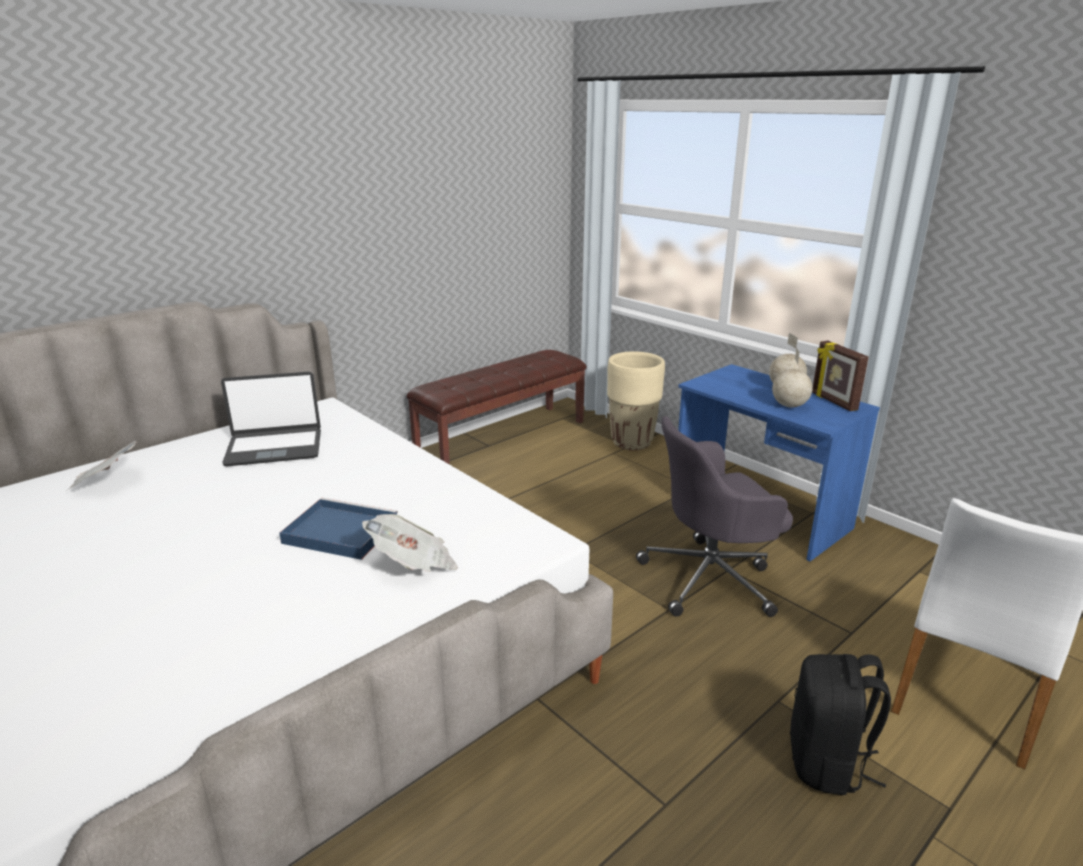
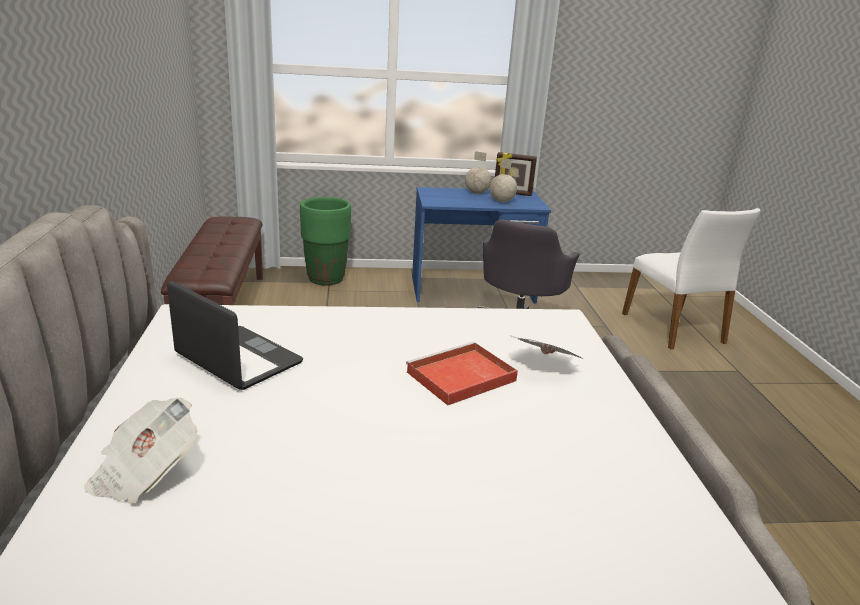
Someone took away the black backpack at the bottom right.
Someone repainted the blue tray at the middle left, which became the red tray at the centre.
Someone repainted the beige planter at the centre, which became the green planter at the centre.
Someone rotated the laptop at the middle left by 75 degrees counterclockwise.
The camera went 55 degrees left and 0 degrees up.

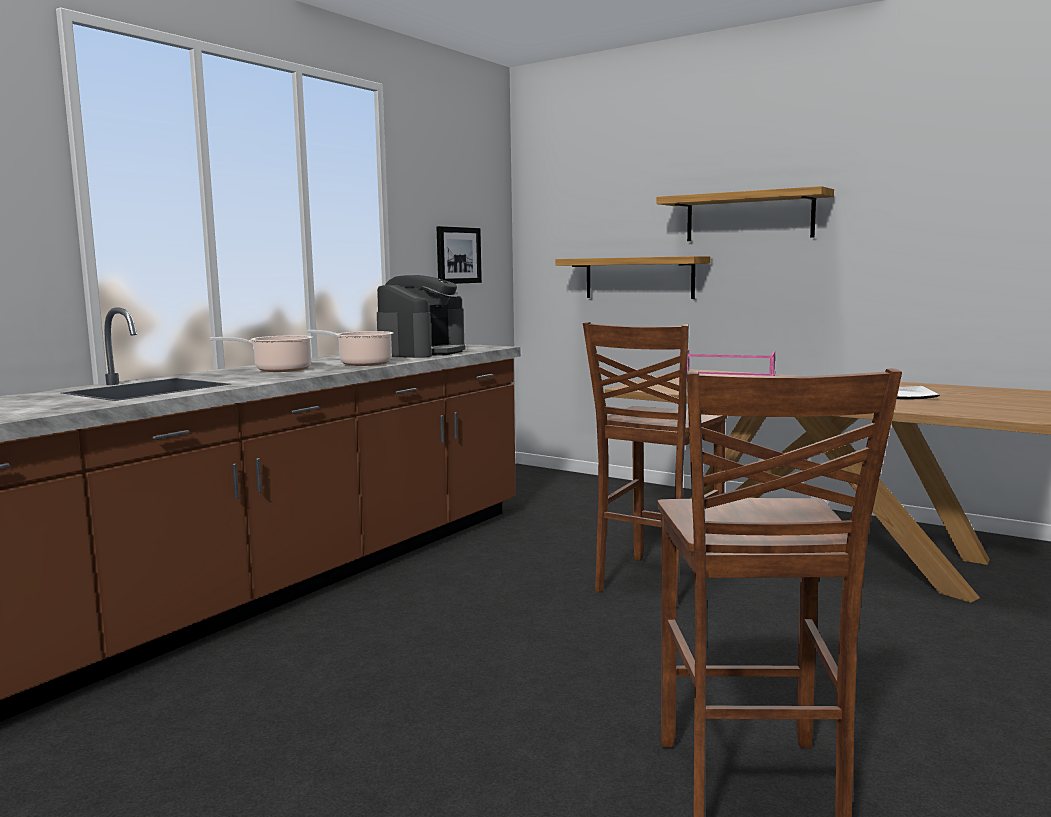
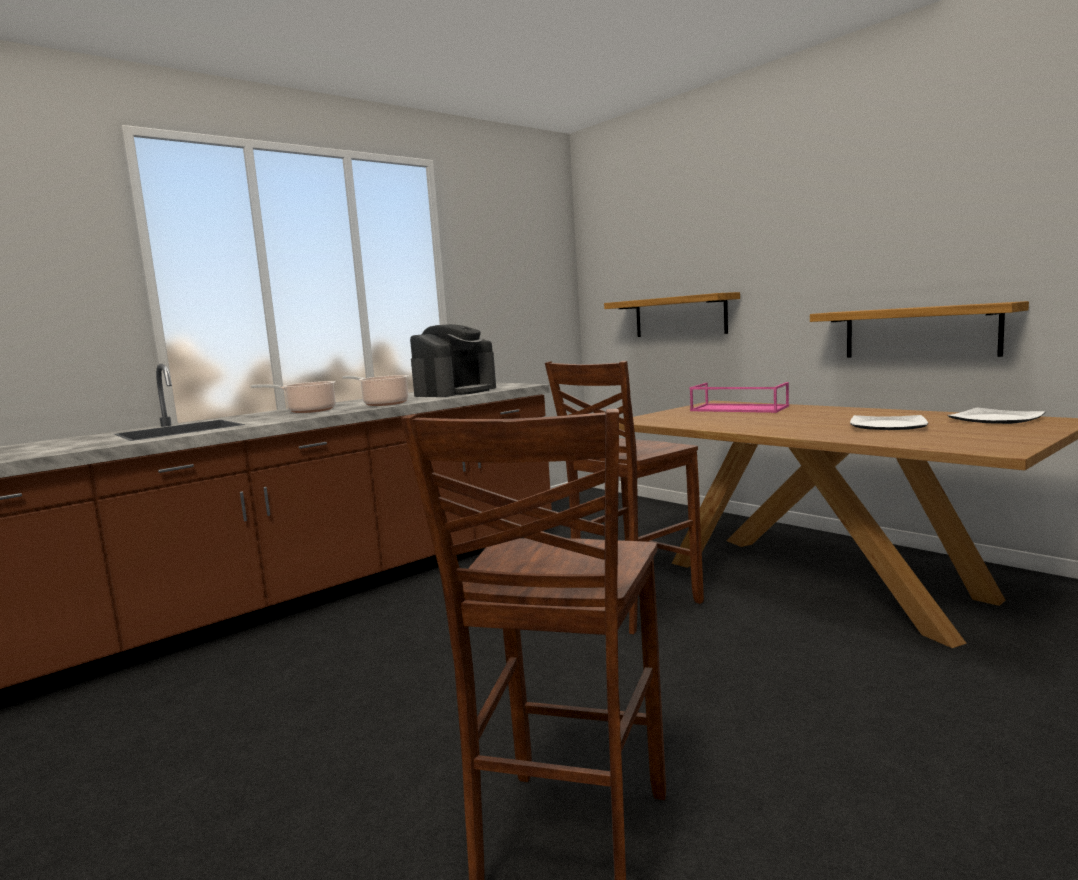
Someone took away the picture at the top centre.
Someone put down the plate (2nd from left) at the middle right.
Someone carried the shelf (2nd from left) from the top right to the middle right.
The camera went 15 degrees right and 0 degrees up.

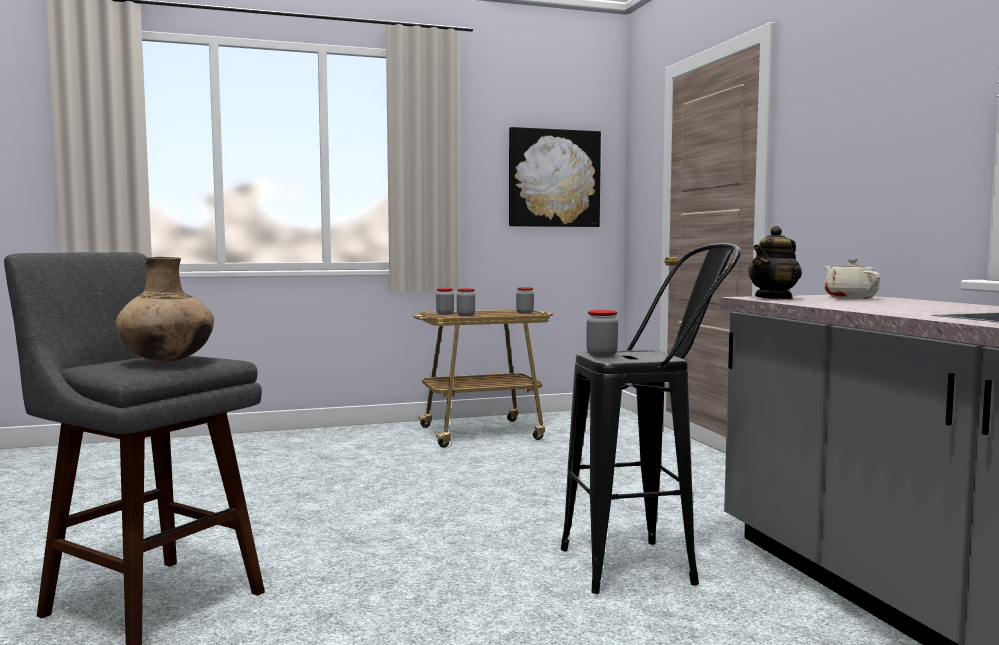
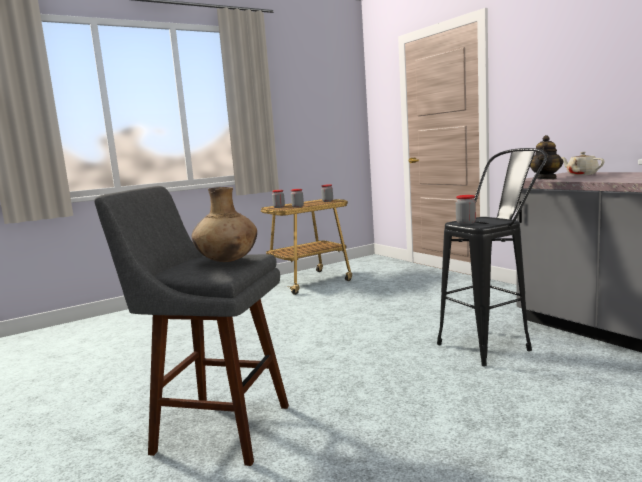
Someone took away the picture at the top centre.
The camera went 15 degrees left and 5 degrees up.

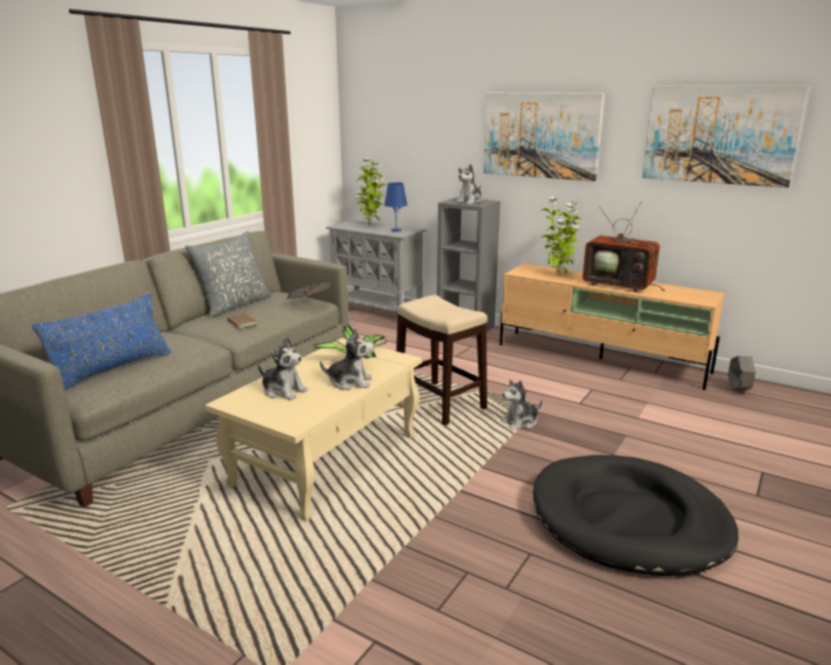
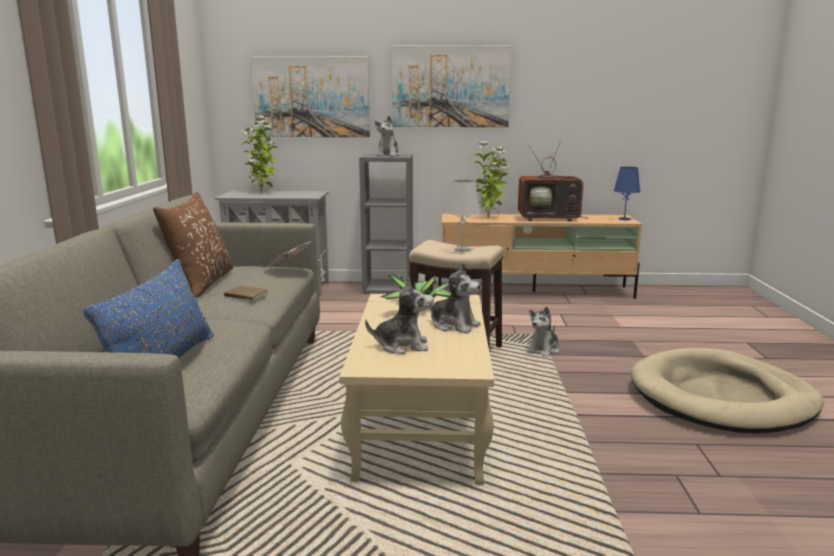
Someone took away the grey planter at the middle right.
Someone put down the white table lamp at the centre.
Someone carried the blue table lamp from the top centre to the middle right.
Someone carried the picture (2nd from left in the first image) from the top right to the top centre.
Someone repainted the grey pillow at the middle left, which became the brown pillow at the middle left.
Someone repainted the black dog bed at the bottom right, which became the beige dog bed at the bottom right.
Someone rotated the plush toy (2nd from left in the first image) at the centre by 60 degrees clockwise.
The camera went 30 degrees left and 5 degrees down.

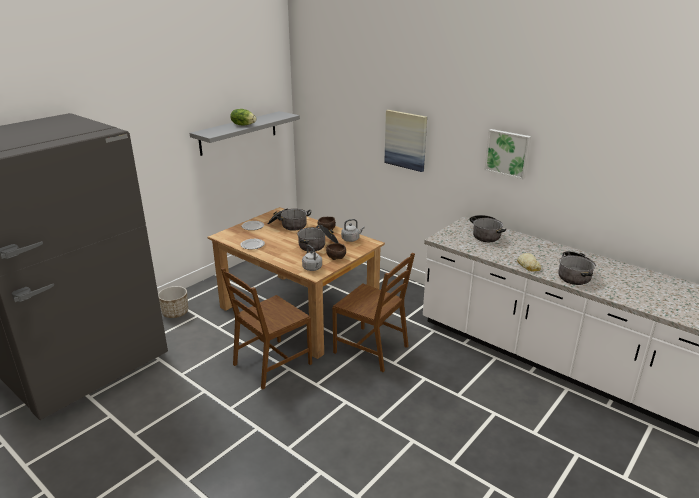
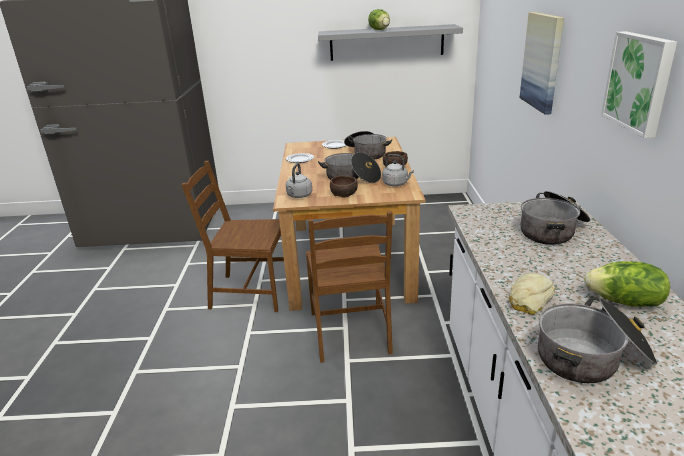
Someone took away the planter at the middle left.
Someone put down the lettuce (2nd from left) at the middle right.
The camera went 50 degrees right and 0 degrees up.

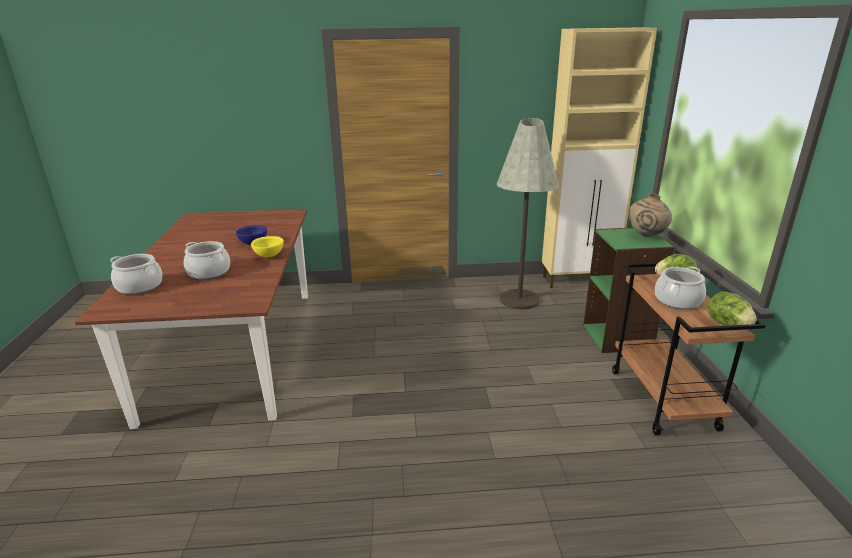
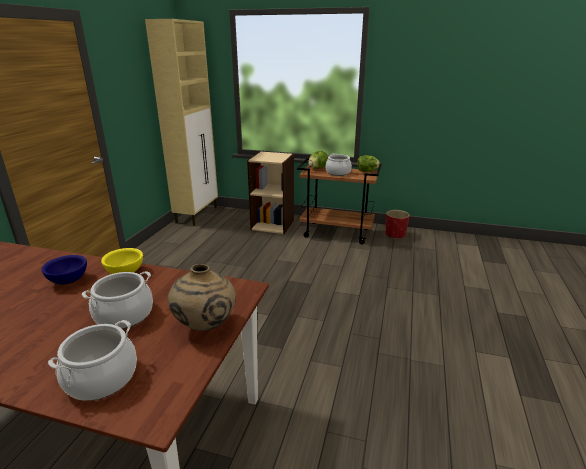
Someone took away the grey floor lamp at the centre.
Someone put down the red planter at the middle right.
Someone carried the beige vase from the middle right to the centre.
Someone repainted the green bookcase at the middle right, which became the beige bookcase at the centre.
The camera went 70 degrees left and 0 degrees up.

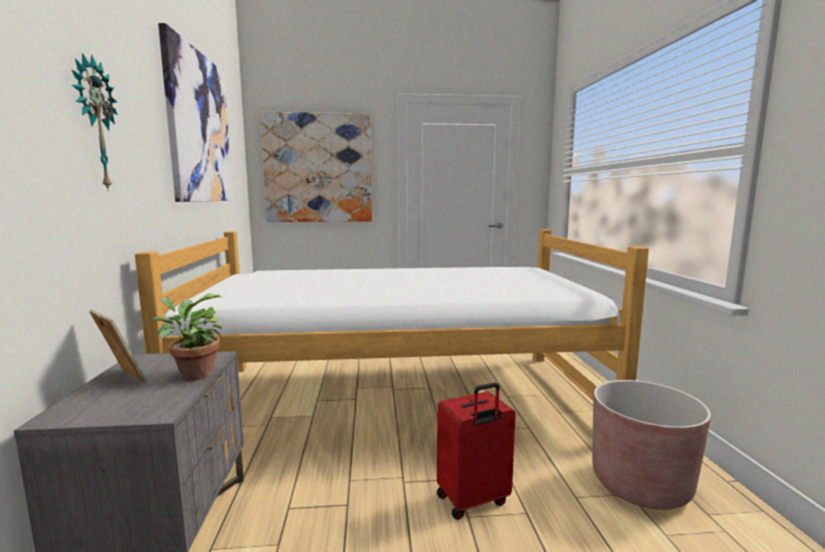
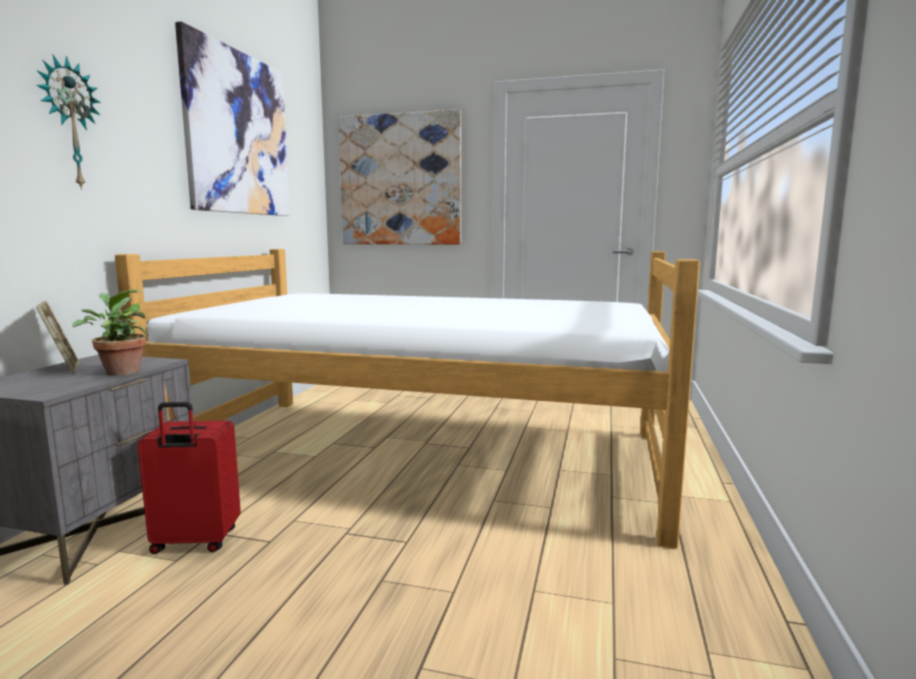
Someone took away the brown planter at the bottom right.
Someone carried the red suitcase from the bottom centre to the bottom left.
The camera went 20 degrees right and 0 degrees up.

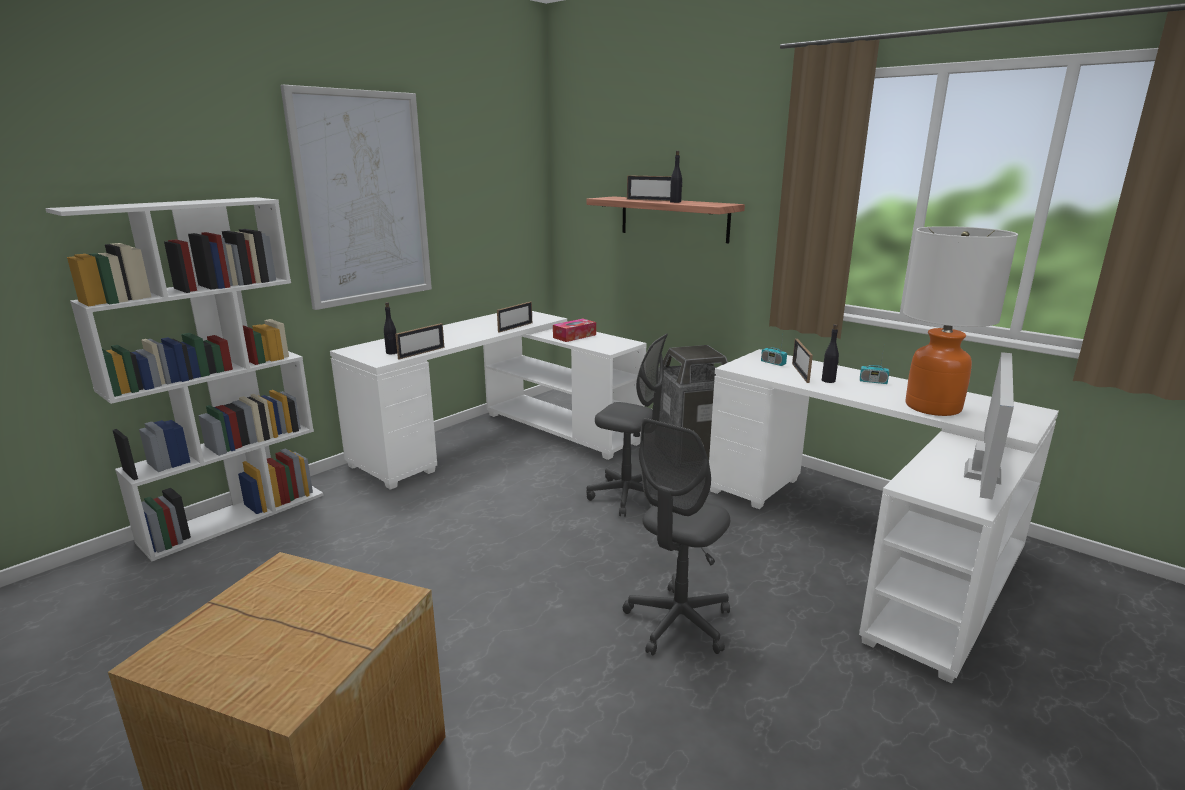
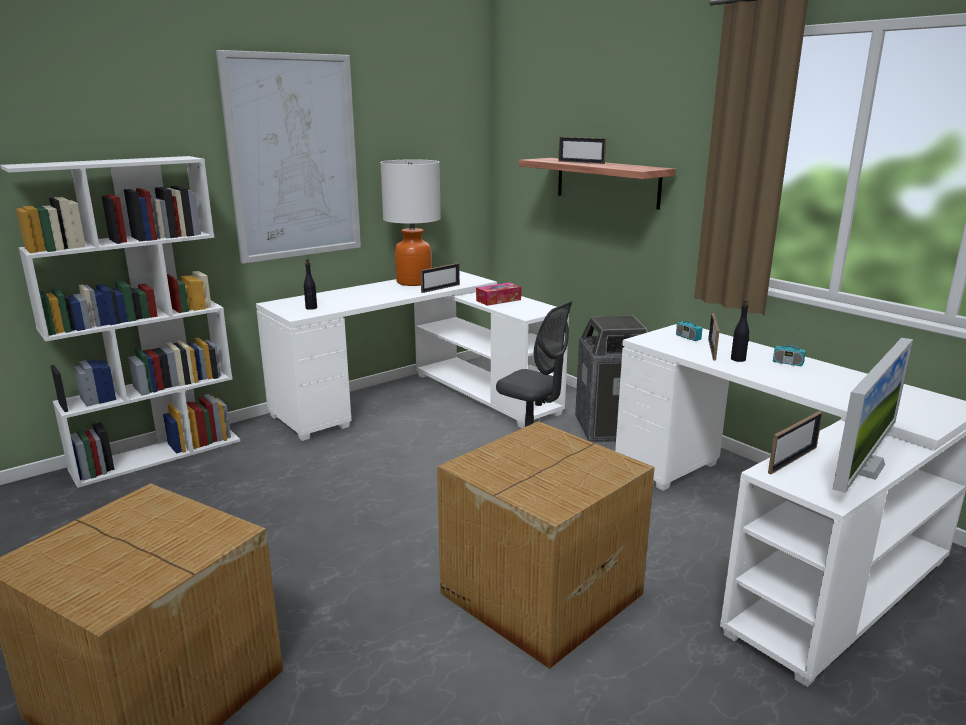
Someone took away the black bottle (2nd from left) at the top centre.
Someone carried the picture frame (1st from left in the first image) from the centre to the middle right.
Someone carried the table lamp from the middle right to the top centre.
Someone swapped the grey office chair (2nd from left) at the bottom centre for the cardboard box (2nd from left) at the bottom centre.
The camera went 10 degrees right and 0 degrees up.

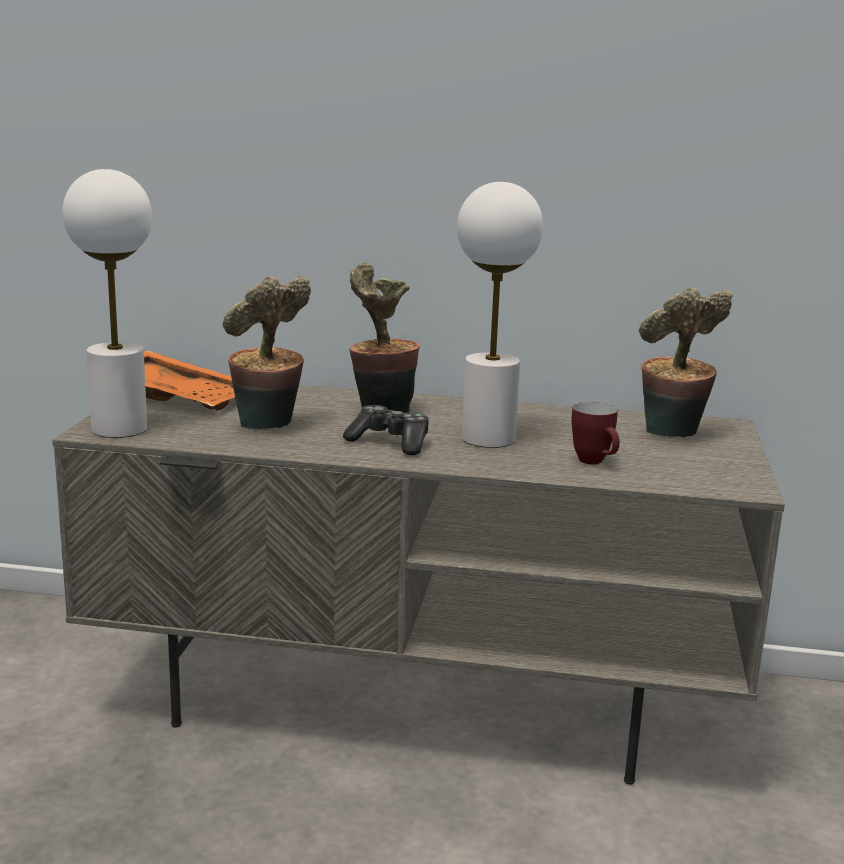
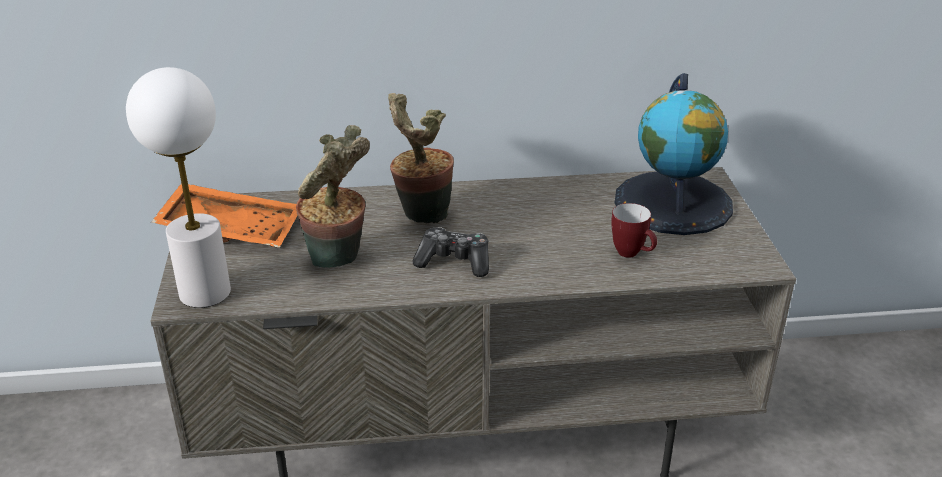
Someone took away the white table lamp (2nd from left) at the centre.
Someone swapped the potted plant (3rd from left) at the middle right for the globe at the top right.
The camera went 15 degrees left and 15 degrees up.

